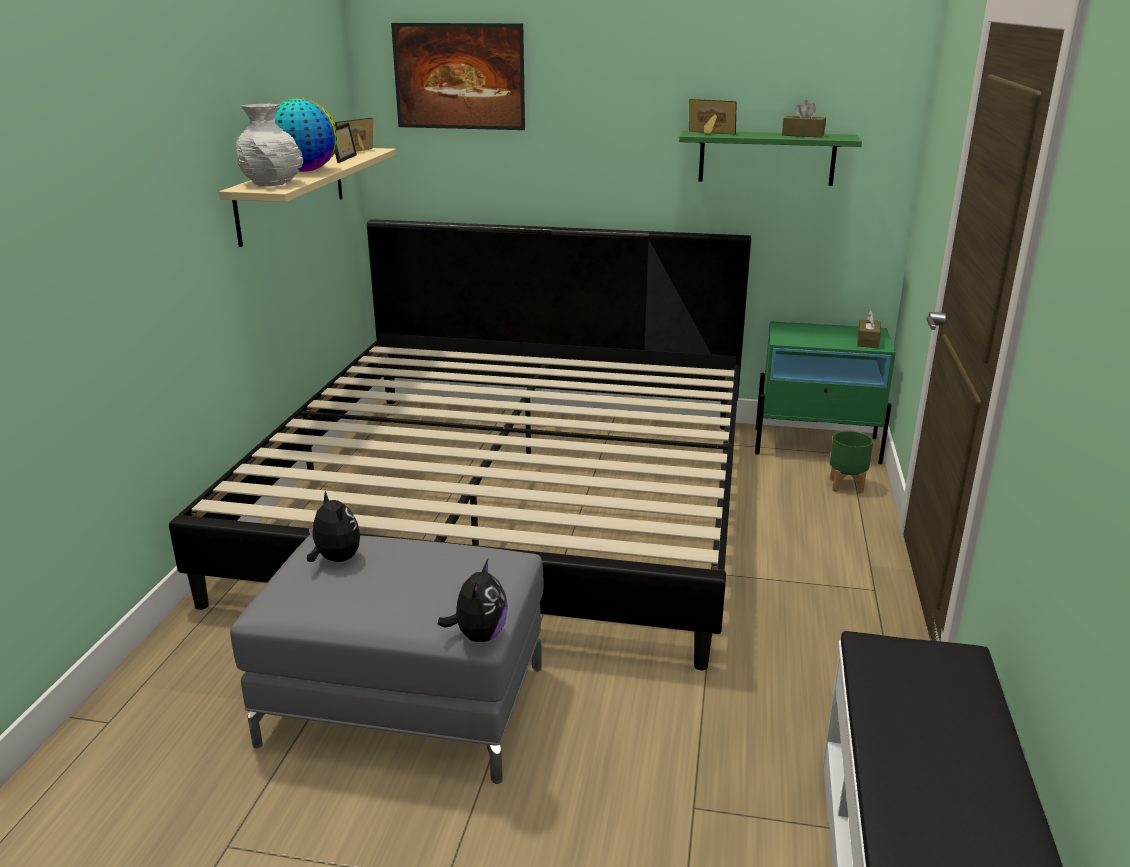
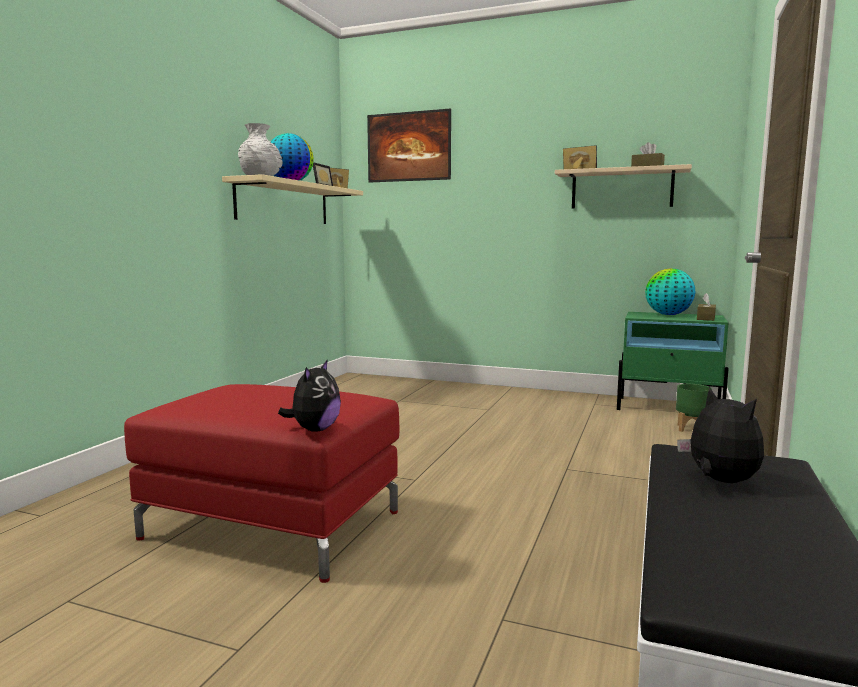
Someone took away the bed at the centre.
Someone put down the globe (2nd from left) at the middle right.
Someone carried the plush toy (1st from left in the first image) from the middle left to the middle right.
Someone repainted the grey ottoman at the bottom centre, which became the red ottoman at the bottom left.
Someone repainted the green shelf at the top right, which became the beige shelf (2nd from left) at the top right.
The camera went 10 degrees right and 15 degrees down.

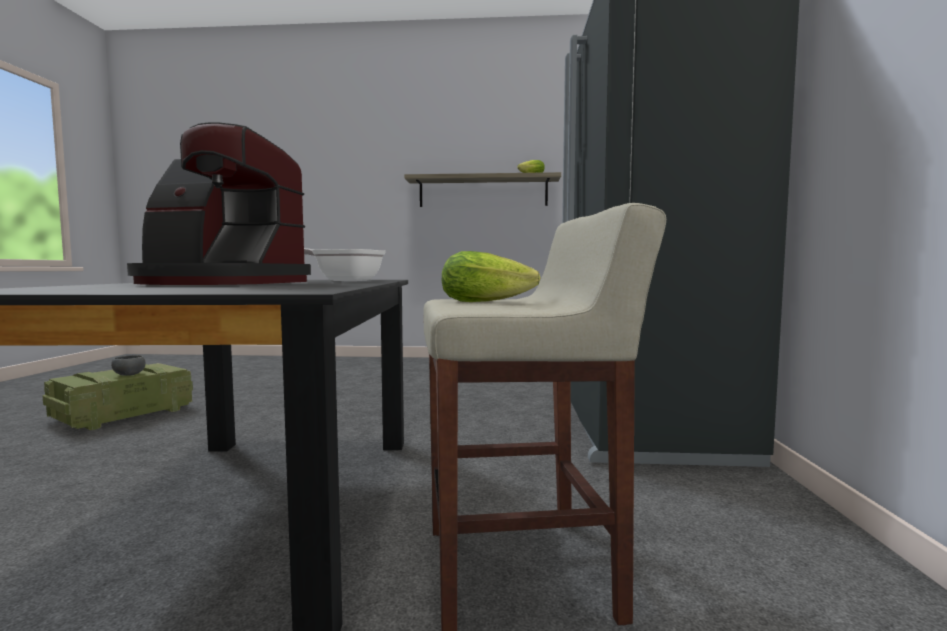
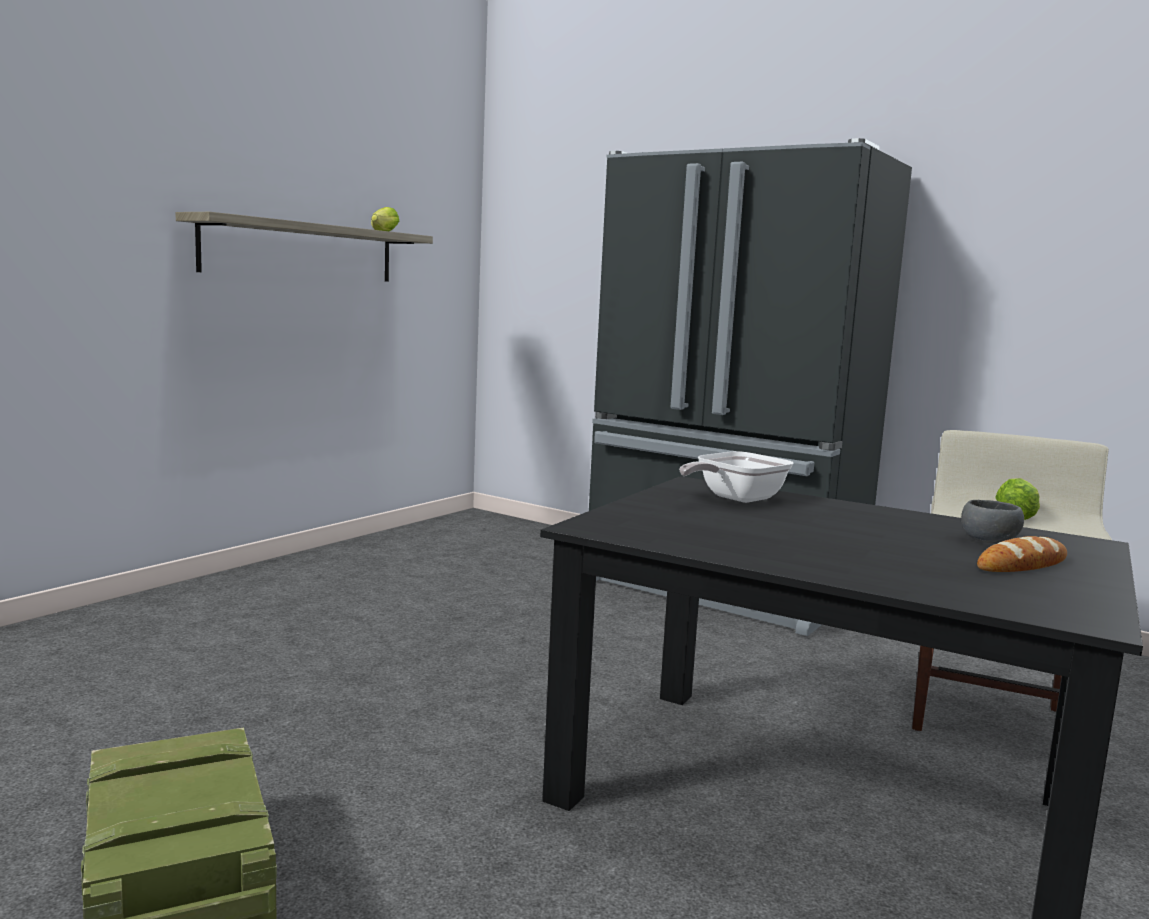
Someone took away the coffee machine at the top left.
Someone put down the bread at the middle right.
Someone carried the grey bowl from the middle left to the middle right.
The camera went 60 degrees left and 5 degrees up.

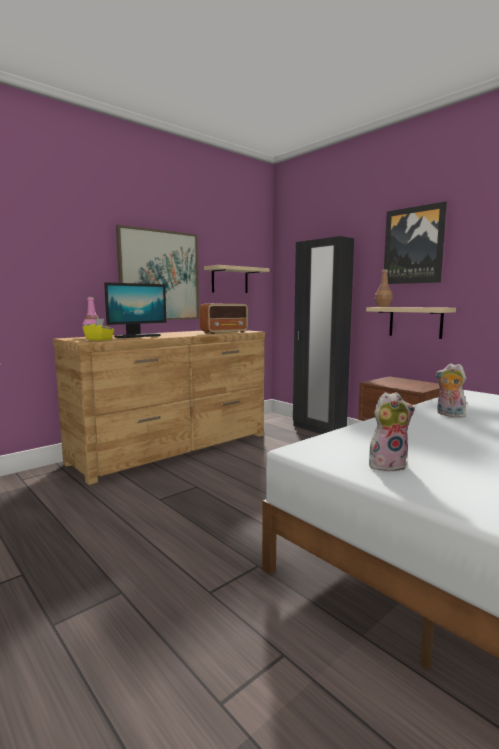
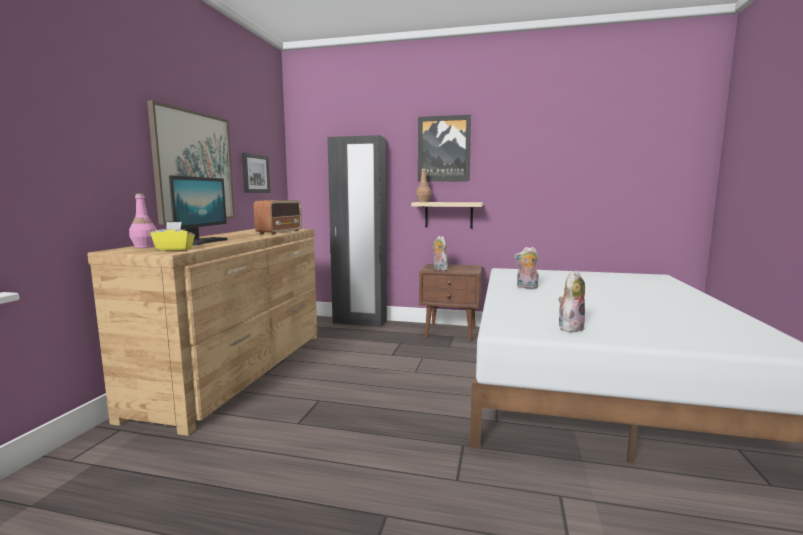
Someone put down the plush toy (1st from left) at the centre.
Someone swapped the beige shelf (1st from left) at the centre for the picture (2nd from left) at the top left.
The camera went 35 degrees left and 0 degrees up.

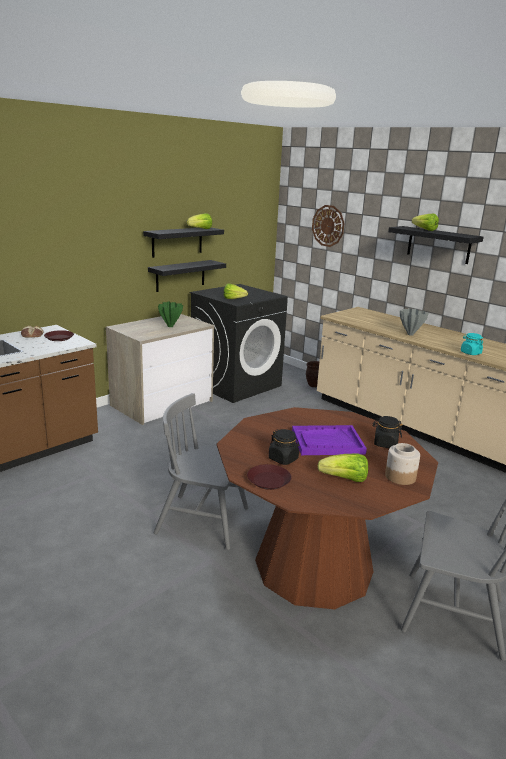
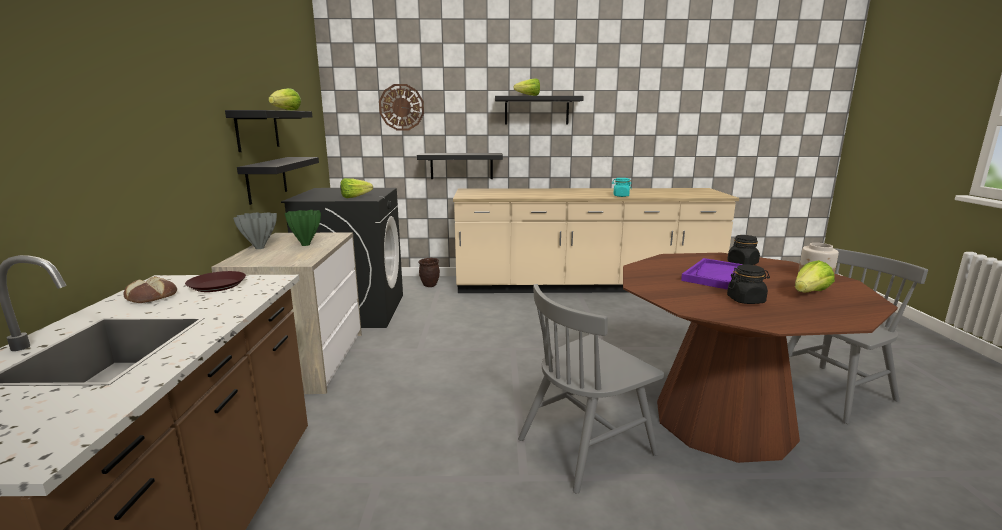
Someone took away the brown plate (2nd from left) at the centre.
Someone put up the black shelf (3rd from left) at the top centre.
Someone carried the grey vase from the middle right to the middle left.
The camera went 45 degrees left and 5 degrees down.

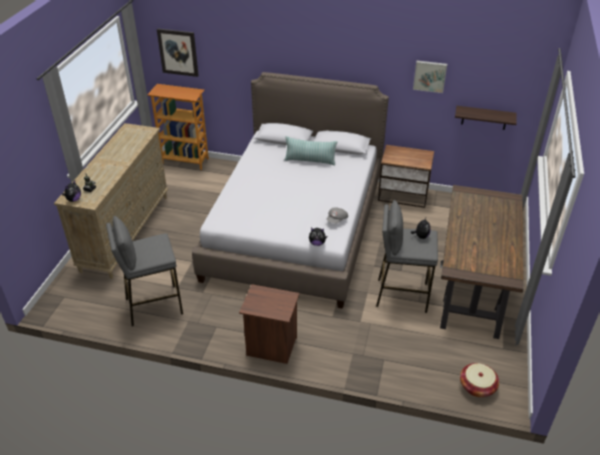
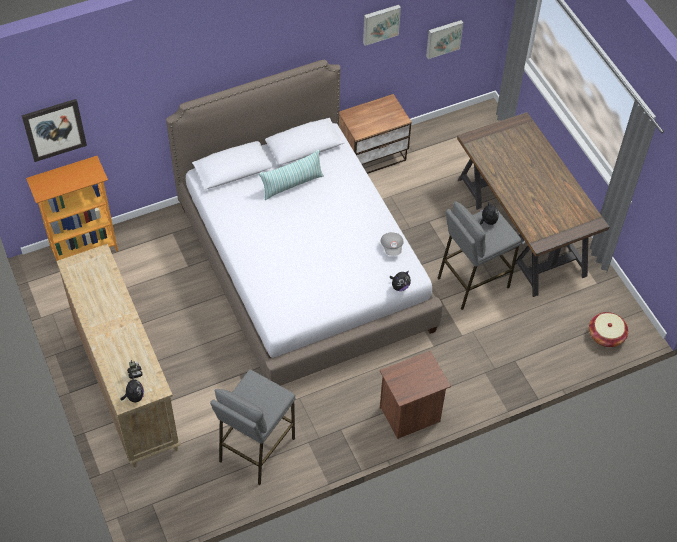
Someone swapped the shelf at the top right for the picture (3rd from left) at the top centre.
The camera went 40 degrees left and 15 degrees up.

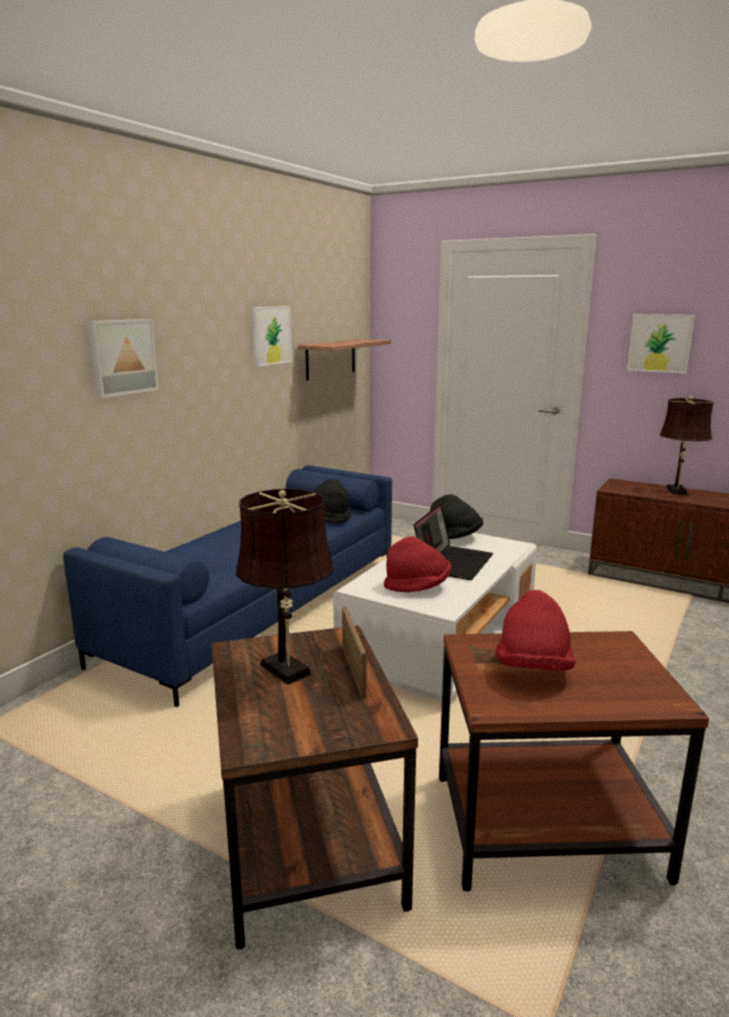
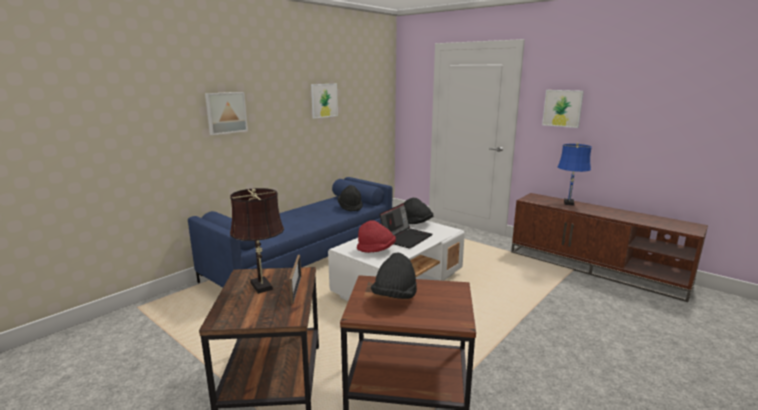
Someone took away the shelf at the centre.
Someone repainted the red hat (2nd from left) at the middle right, which became the black hat (2nd from left) at the bottom centre.
Someone repainted the brown table lamp (2nd from left) at the middle right, which became the blue table lamp at the middle right.
The camera went 10 degrees right and 0 degrees up.

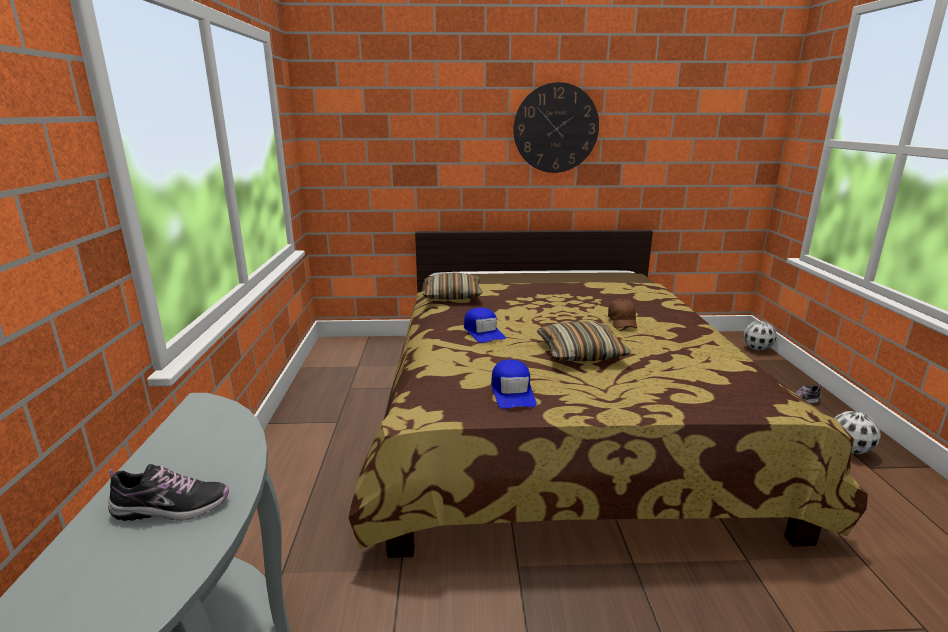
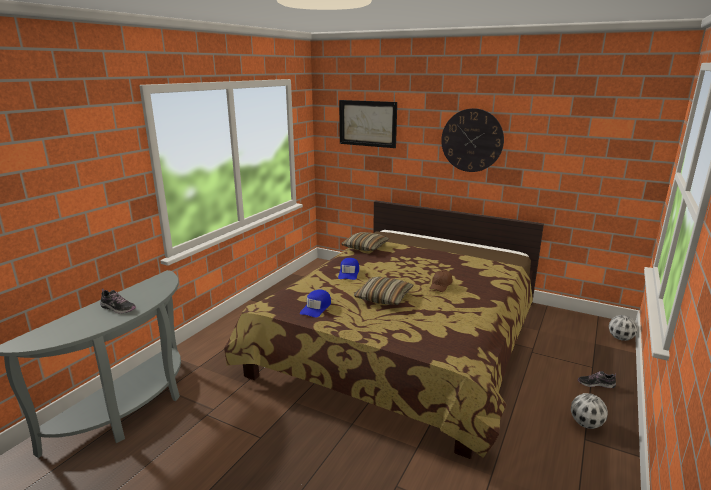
Someone put up the picture at the top centre.
The camera went 30 degrees right and 0 degrees up.

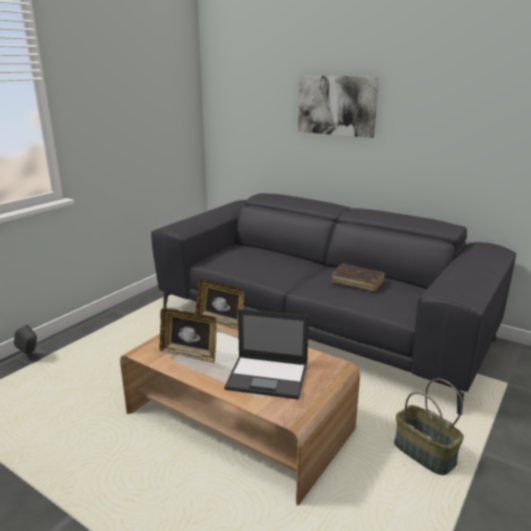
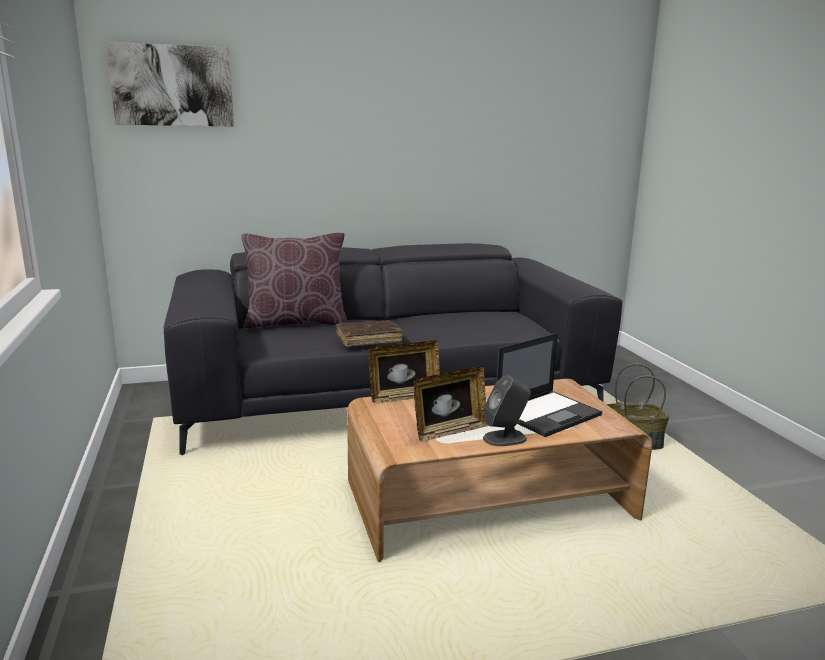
Someone put down the brown pillow at the centre.
Someone carried the grey speaker from the middle left to the centre.
Someone carried the picture from the top centre to the top left.
Someone carried the brown book from the middle right to the centre.
The camera went 50 degrees left and 5 degrees down.

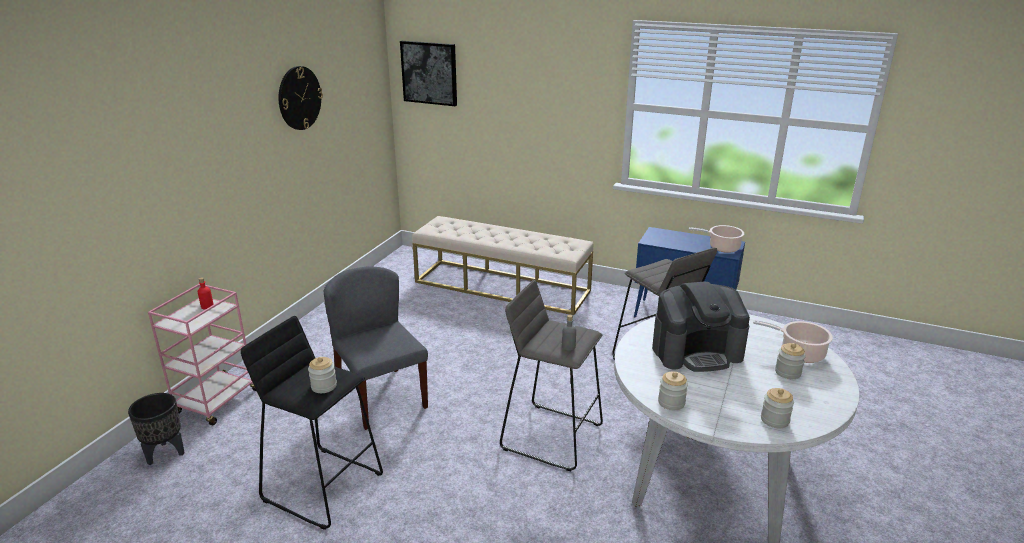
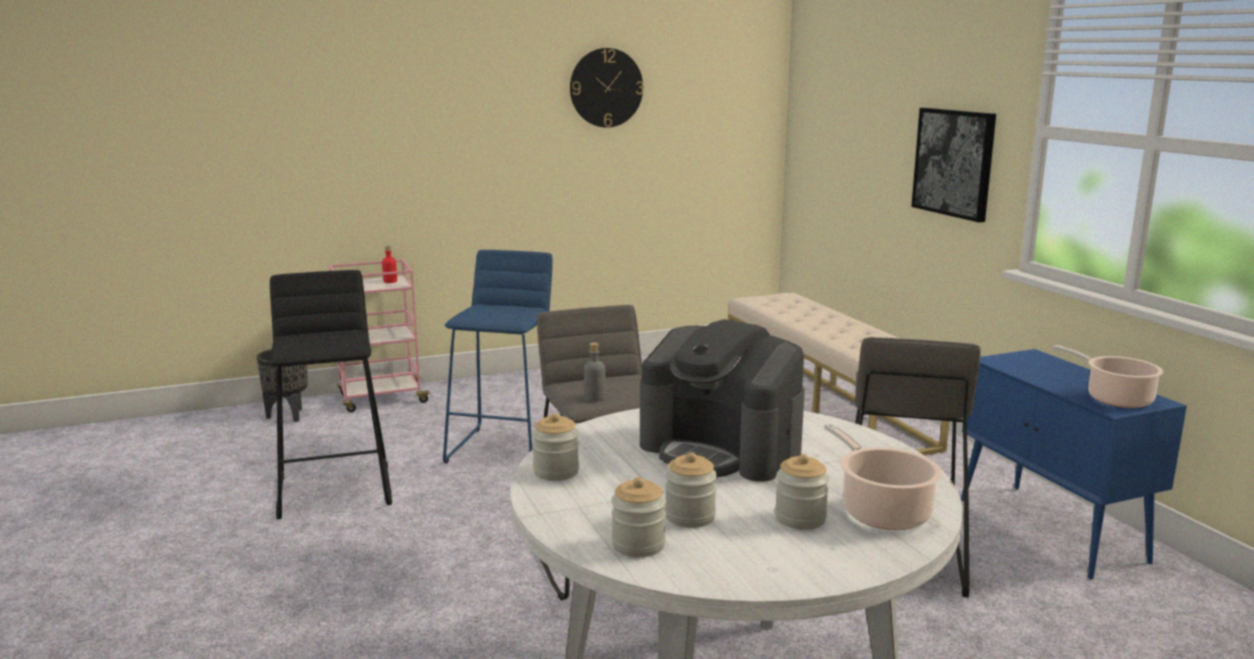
Someone carried the jar (1st from left in the first image) from the bottom left to the bottom centre.
Someone carried the picture from the top centre to the top right.
Someone swapped the grey chair at the centre for the blue stool at the centre.
The camera went 45 degrees right and 10 degrees down.

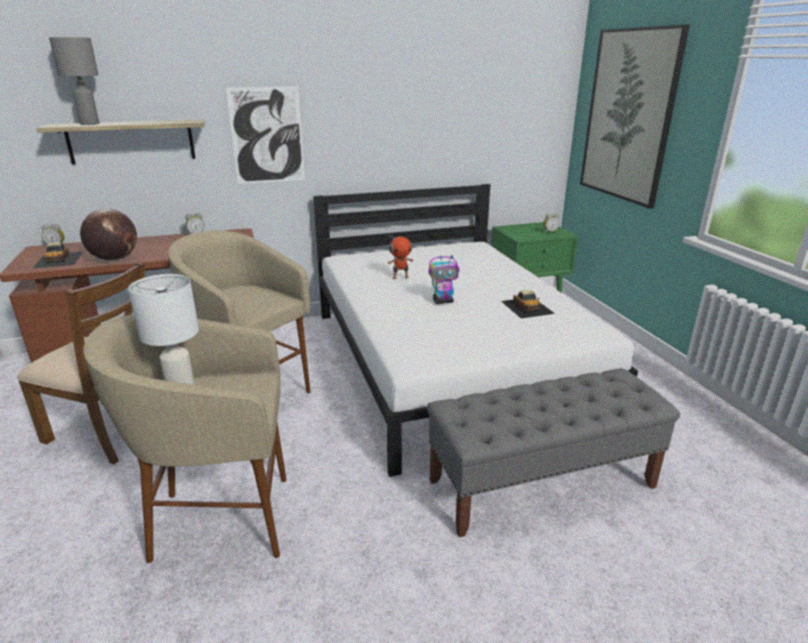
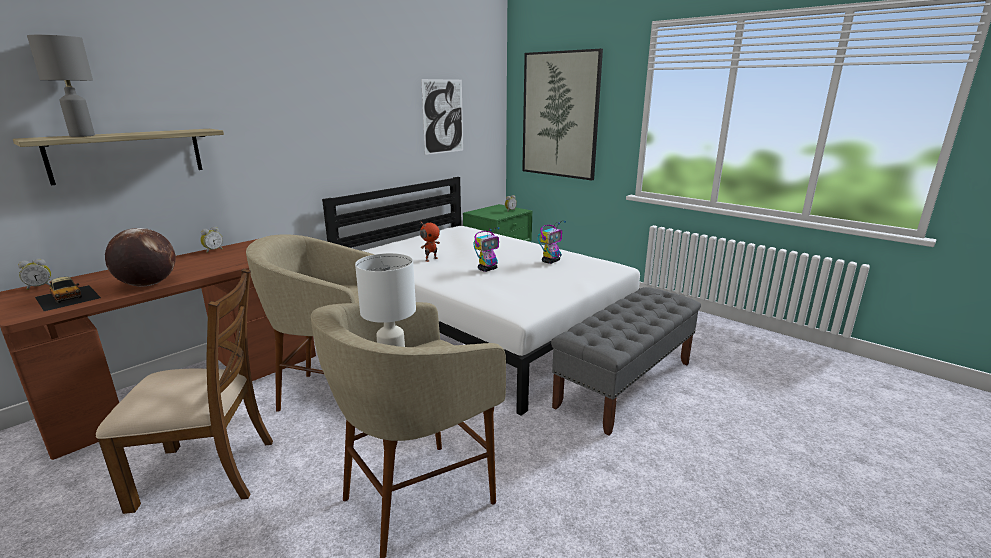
Someone carried the picture (1st from left) from the top left to the top centre.
Someone swapped the toy car (2nd from left) at the centre for the toy robot (3rd from left) at the centre.
The camera went 30 degrees left and 5 degrees down.

